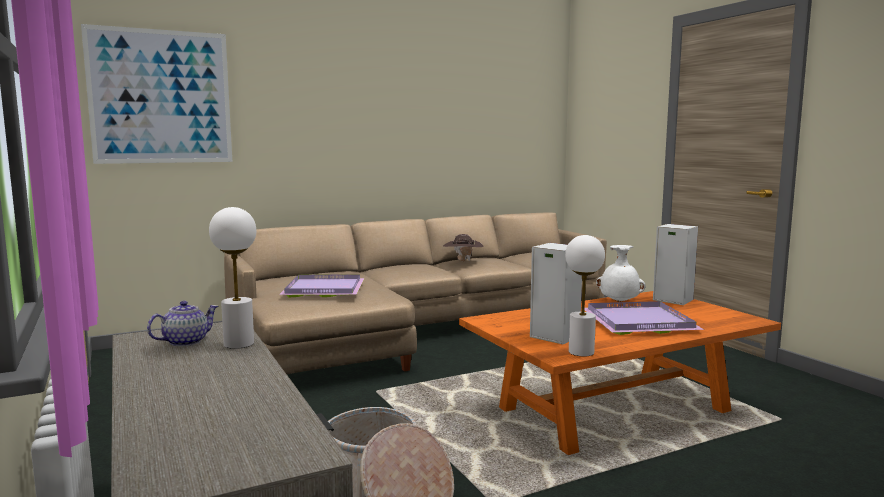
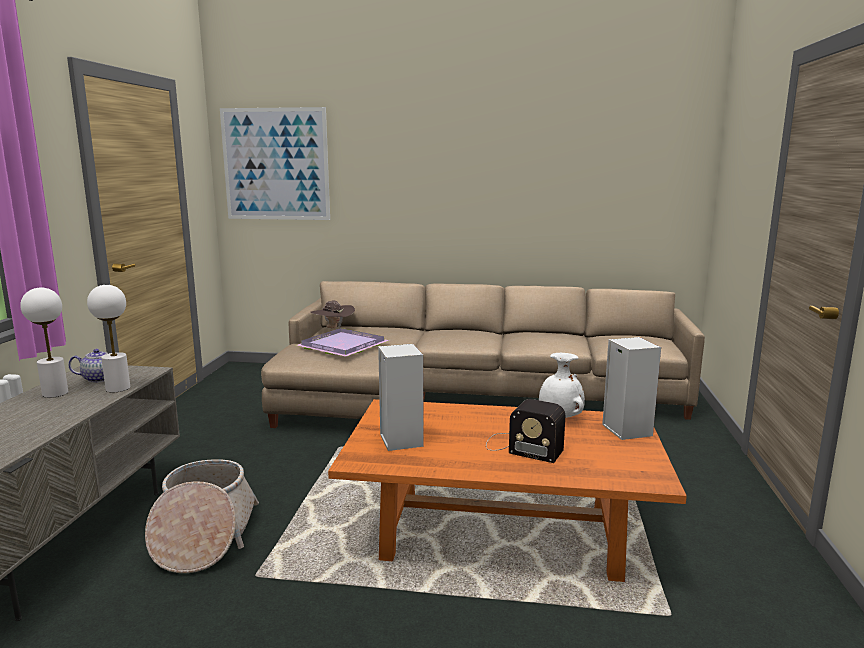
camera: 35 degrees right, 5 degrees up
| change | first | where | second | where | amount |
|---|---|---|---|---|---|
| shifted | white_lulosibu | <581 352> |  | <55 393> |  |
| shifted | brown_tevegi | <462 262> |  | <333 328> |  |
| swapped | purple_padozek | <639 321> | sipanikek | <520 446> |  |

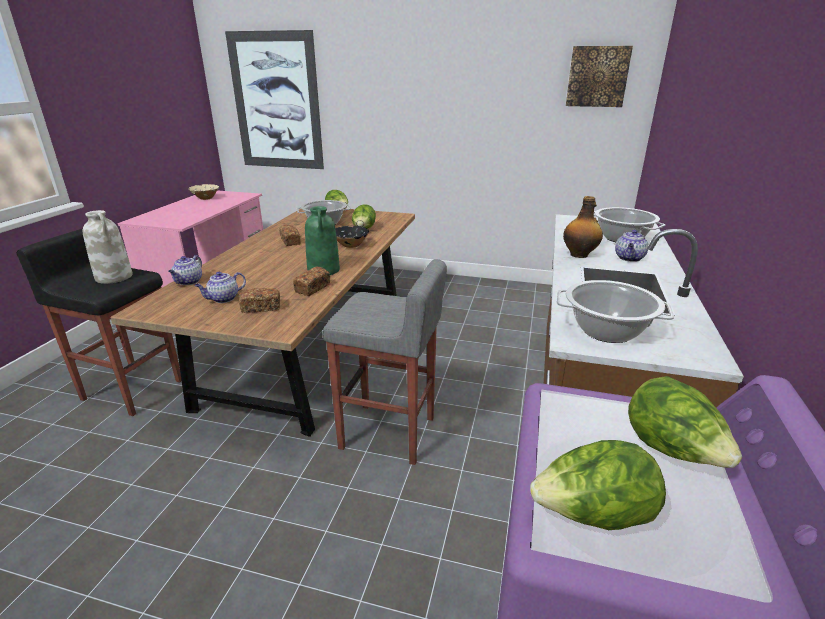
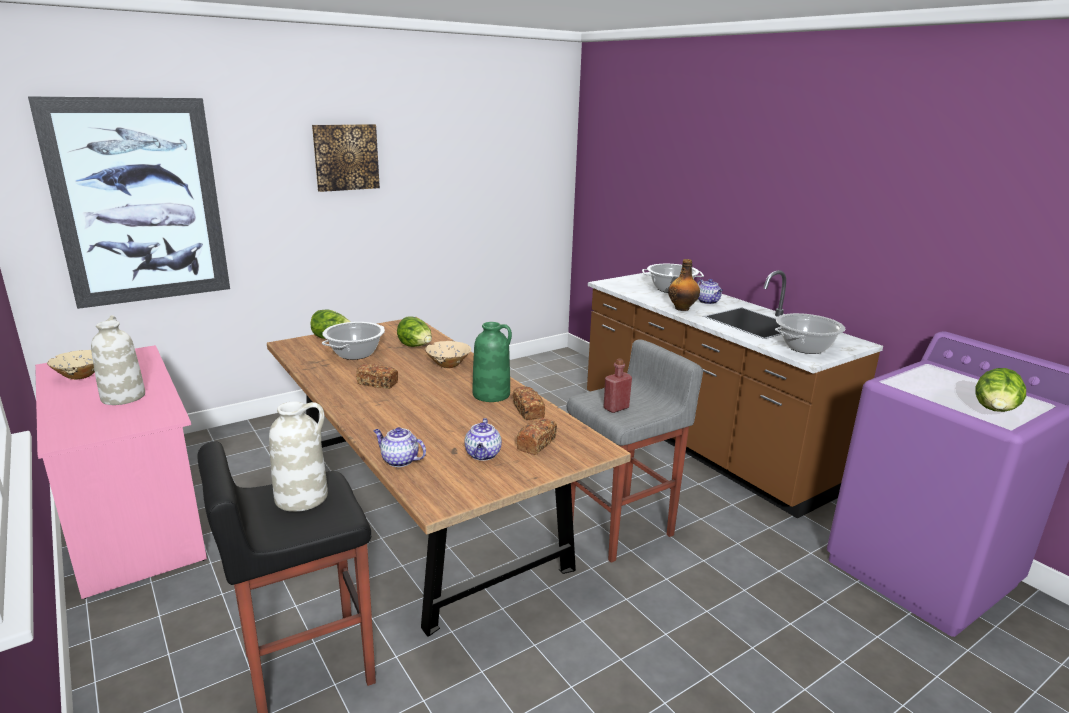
camera: 50 degrees left, 5 degrees down
| change | first | where | second | where | amount |
|---|---|---|---|---|---|
| new |  |  | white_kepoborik | <123 396> |  |
| shifted | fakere | <597 76> |  | <346 157> |  |
| rotated | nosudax | <188 282> |  | <399 460> | 150 degrees clockwise |
| repainted | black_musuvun | <351 245> | beige_musuvun | <448 365> |  |
| new |  |  | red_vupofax | <616 408> |  |
| gone | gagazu | <672 451> |  |  |  |

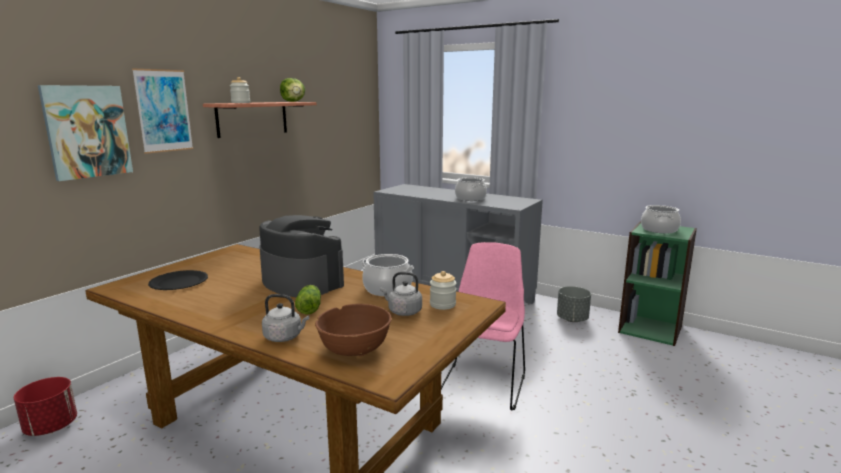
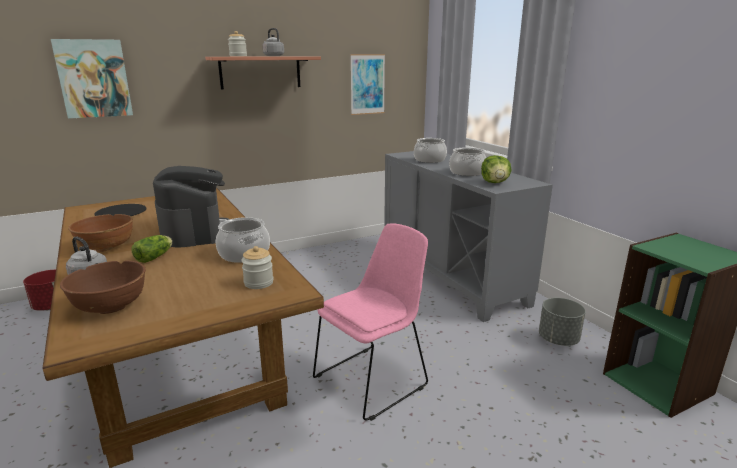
camera: 30 degrees right, 5 degrees up
| change | first | where | second | where | amount |
|---|---|---|---|---|---|
| new |  |  | brown_musuvun | <106 247> |  |
| shifted | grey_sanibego | <403 311> |  | <273 56> |  |
| shifted | fakere | <163 111> |  | <367 84> |  |
| shifted | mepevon | <659 230> |  | <429 160> |  |
| shifted | gagazu | <293 101> |  | <495 183> |  |

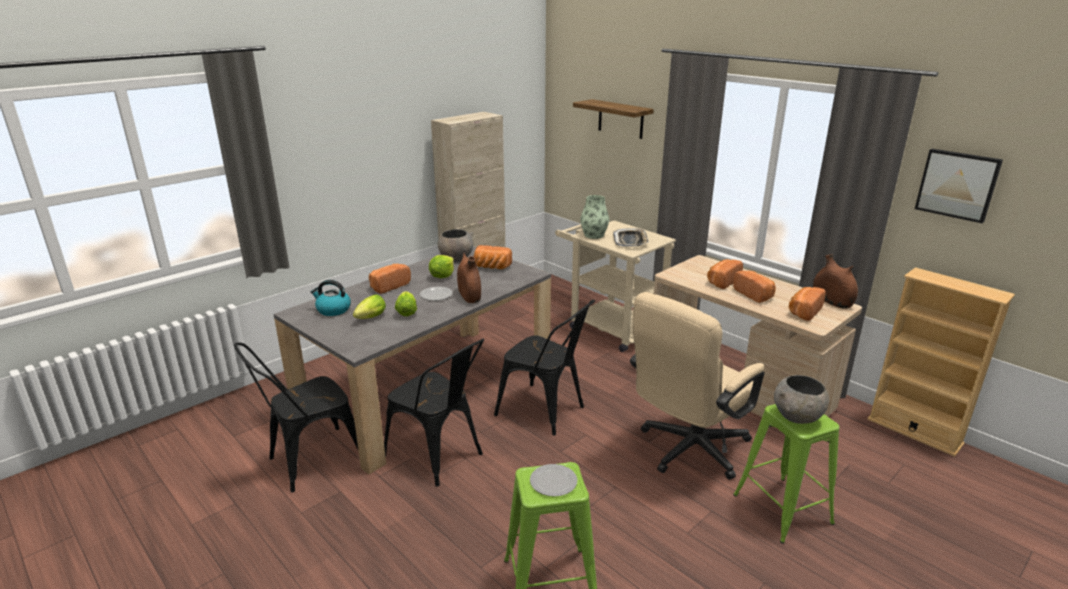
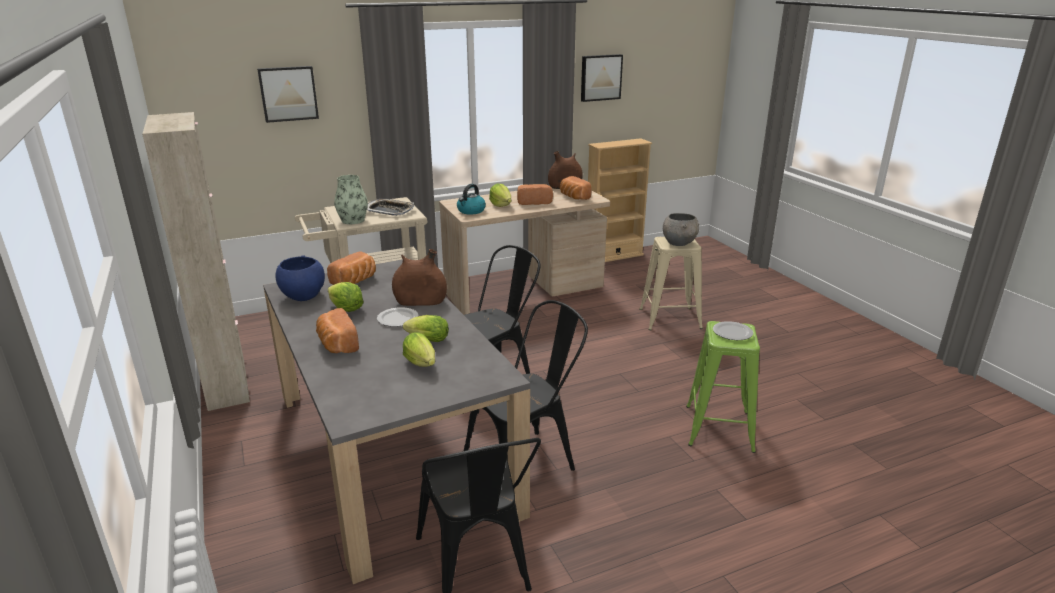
camera: 70 degrees left, 0 degrees up
| change | first | where | second | where | amount |
|---|---|---|---|---|---|
| swapped | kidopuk | <620 119> | fakere | <288 93> |  |
| repainted | grey_musuvun | <456 258> | blue_musuvun | <303 296> |  |
| shifted | sanibego | <333 310> |  | <471 211> |  |
| swapped | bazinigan | <722 281> | gagazu | <501 205> |  |
| repainted | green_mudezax | <782 508> | beige_mudezax | <669 318> |  |
| gone | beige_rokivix | <687 451> |  |  |  |

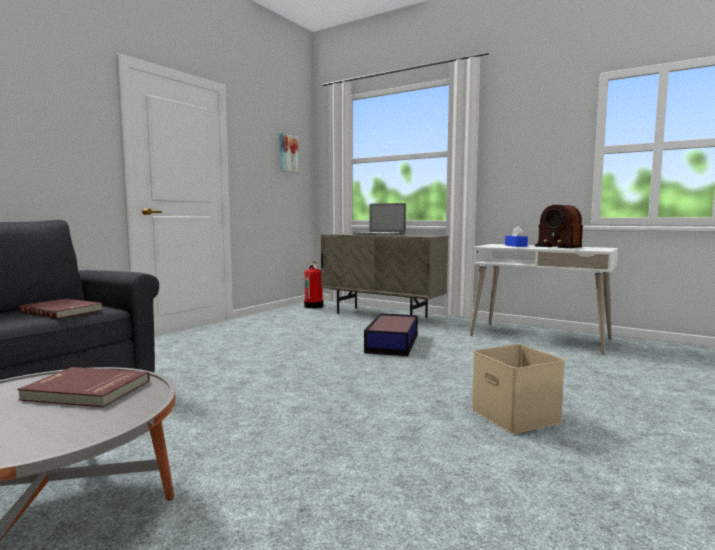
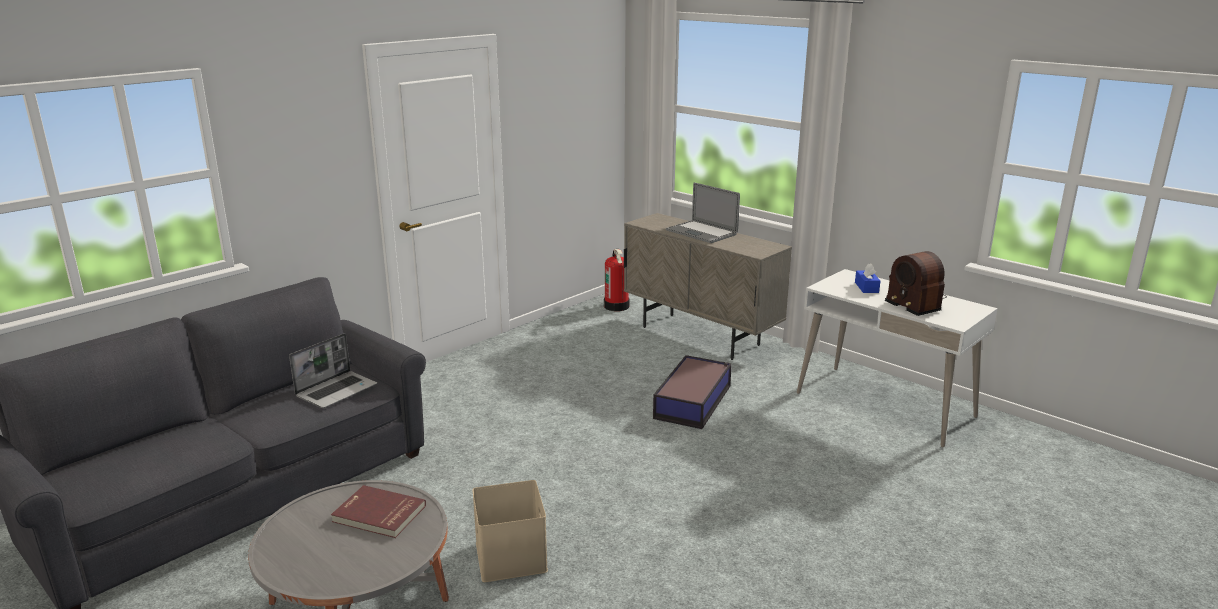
camera: 10 degrees right, 15 degrees up
| change | first | where | second | where | amount |
|---|---|---|---|---|---|
| swapped | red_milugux | <63 311> | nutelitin | <337 390> |  |
| shifted | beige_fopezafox | <512 415> |  | <509 556> |  |
| gone | fakere | <287 153> |  |  |  |

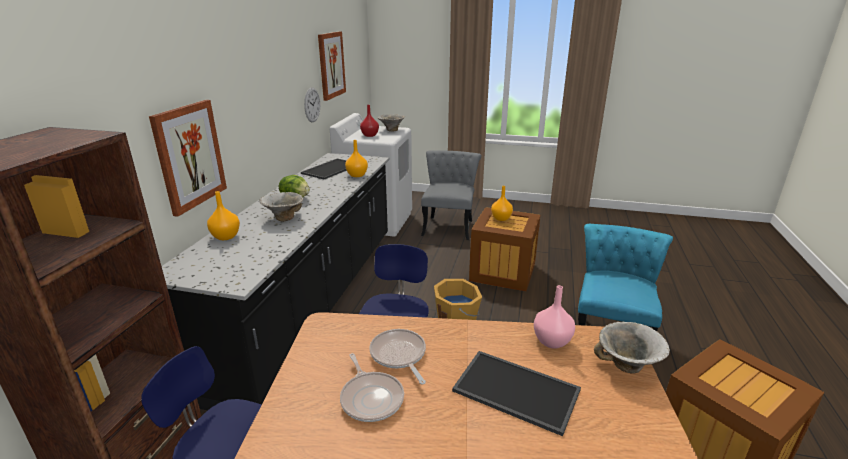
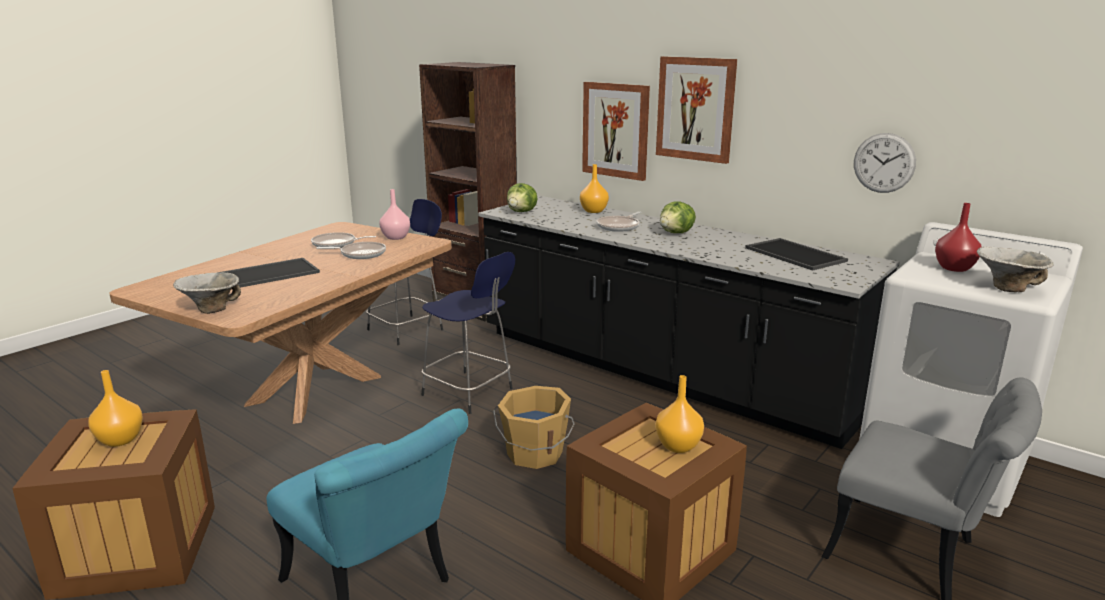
camera: 115 degrees right, 5 degrees down
| change | first | where | second | where | amount |
|---|---|---|---|---|---|
| shifted | orange_kepoborik | <356 175> |  | <121 440> |  |
| shifted | pink_kepoborik | <551 342> |  | <395 237> |  |
| new |  |  | gagazu | <522 212> |  |
| swapped | musuvun | <284 218> | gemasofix | <619 226> |  |
| shifted | fakere | <331 65> |  | <695 109> |  |

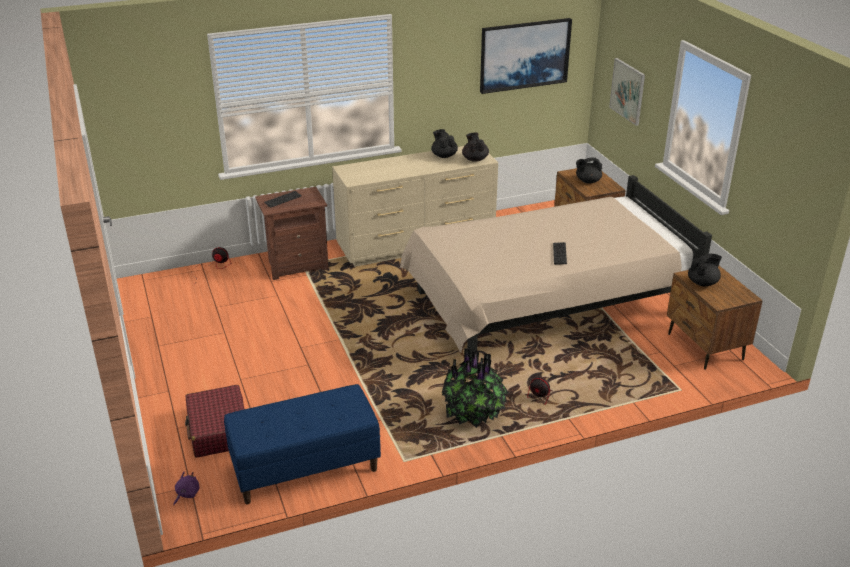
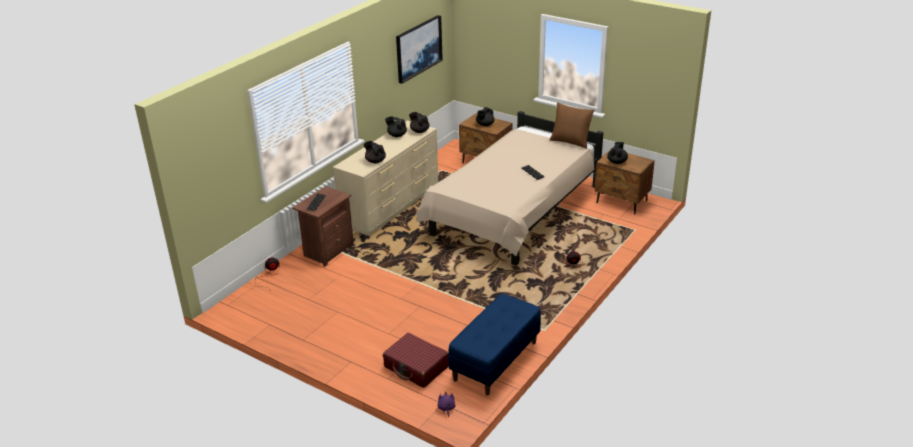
camera: 35 degrees left, 0 degrees up
| change | first | where | second | where | amount |
|---|---|---|---|---|---|
| new |  |  | black_nosudax | <375 161> |  |
| new |  |  | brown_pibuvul | <570 141> |  |
| gone | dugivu | <474 415> |  |  |  |
| gone | fakere | <627 91> |  |  |  |

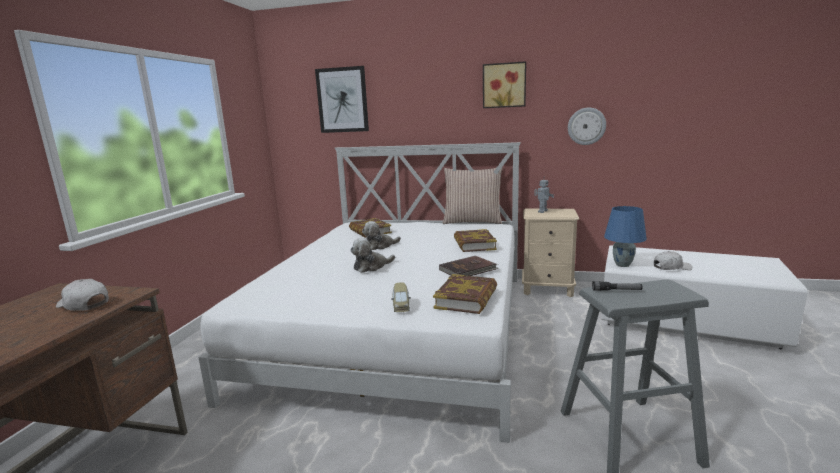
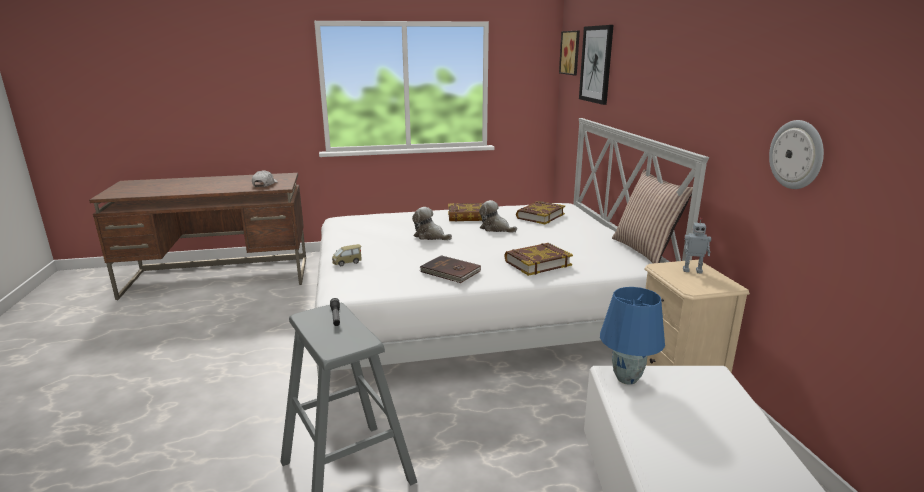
camera: 65 degrees right, 5 degrees up
| change | first | where | second | where | amount |
|---|---|---|---|---|---|
| shifted | milugux | <466 299> |  | <469 216> |  |
| shifted | fakere | <504 85> |  | <571 52> |  |
| gone | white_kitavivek | <671 267> |  |  |  |

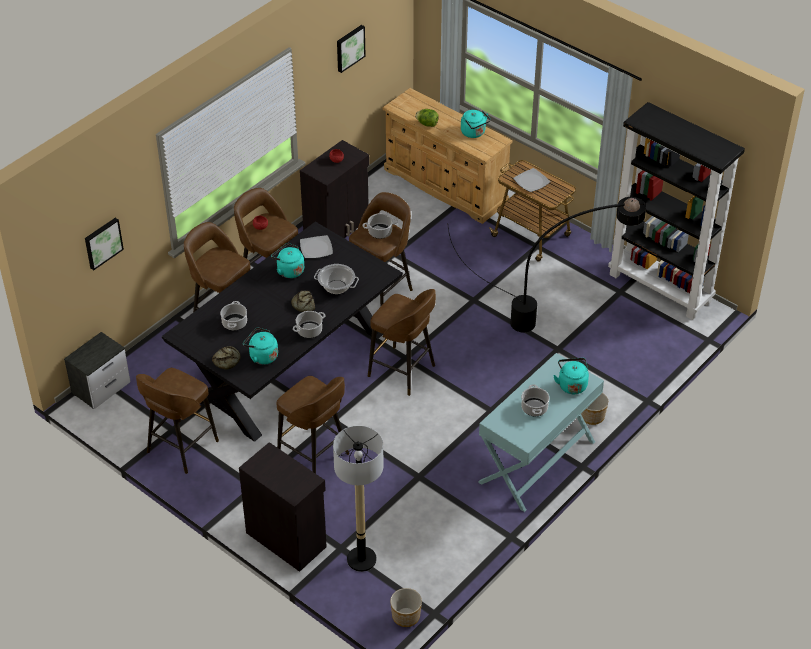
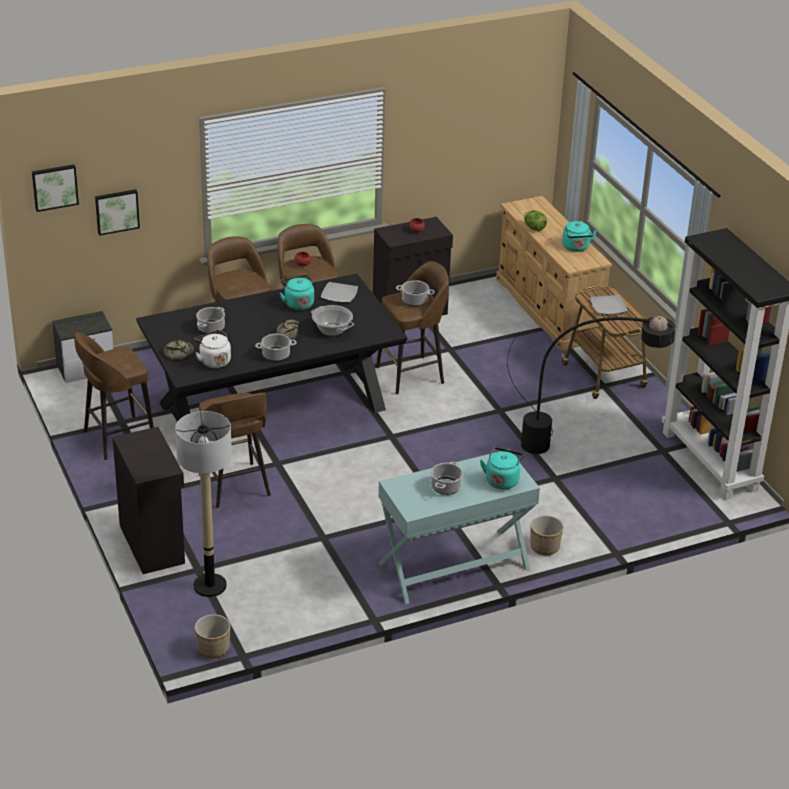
camera: 25 degrees right, 10 degrees down
| change | first | where | second | where | amount |
|---|---|---|---|---|---|
| shifted | fakere | <349 48> |  | <54 187> |  |
| repainted | turquoise_sanibego | <262 356> | white_sanibego | <213 361> |  |
| gone | brown_mudezax | <403 372> |  |  |  |

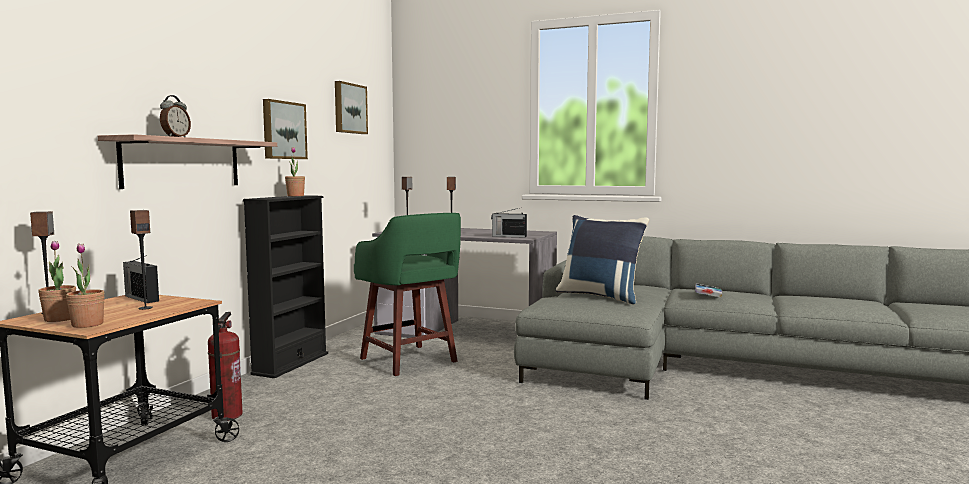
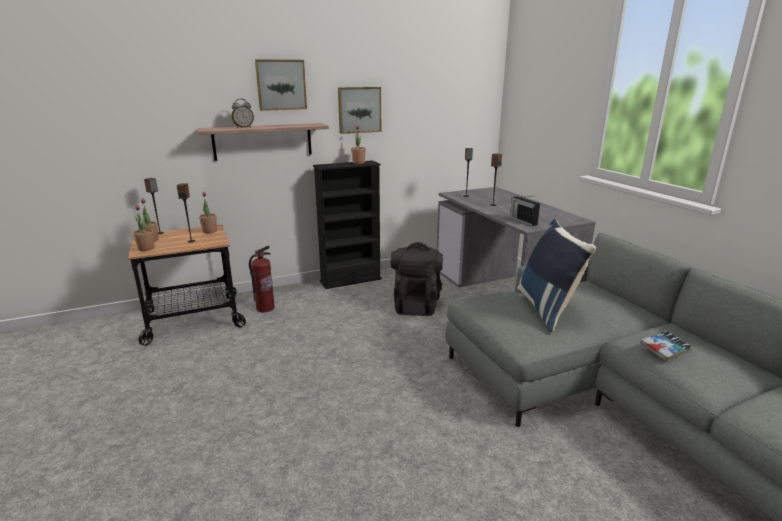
camera: 45 degrees right, 15 degrees up
| change | first | where | second | where | amount |
|---|---|---|---|---|---|
| swapped | sipanikek | <141 298> | dugivu | <209 231> |  |
| shifted | fakere | <349 108> |  | <281 85> |  |
| swapped | green_mudezax | <410 361> | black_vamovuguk | <416 305> |  |

